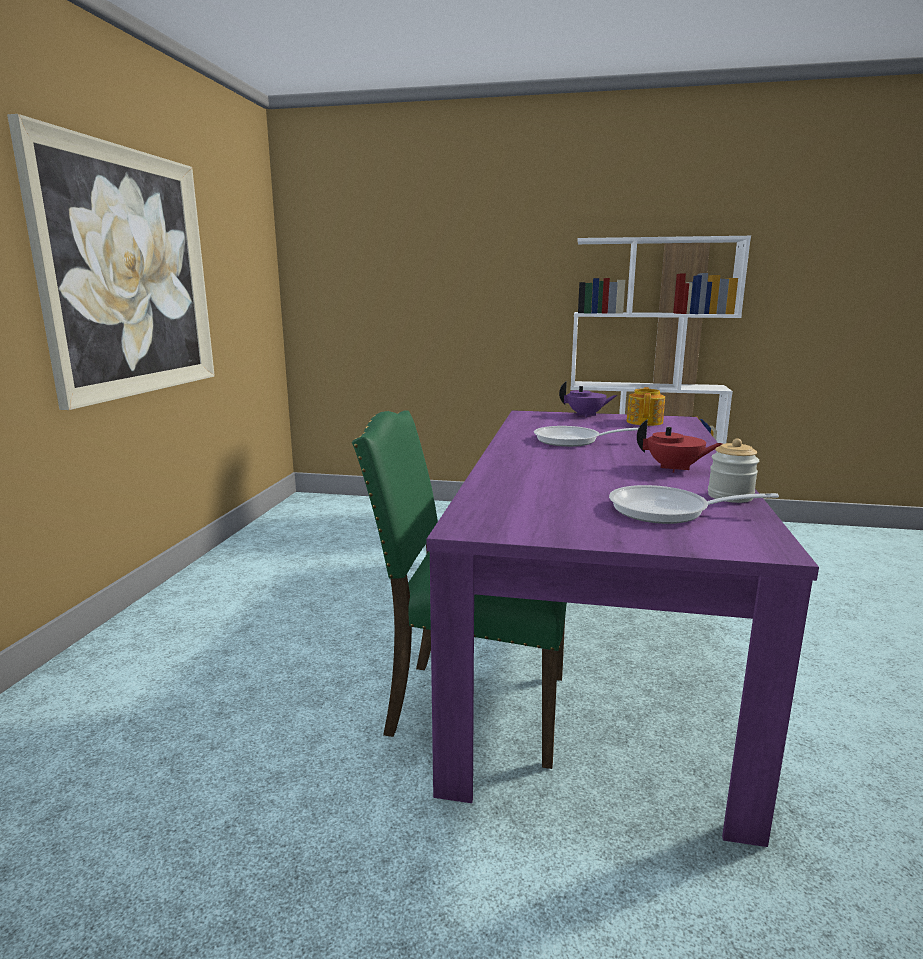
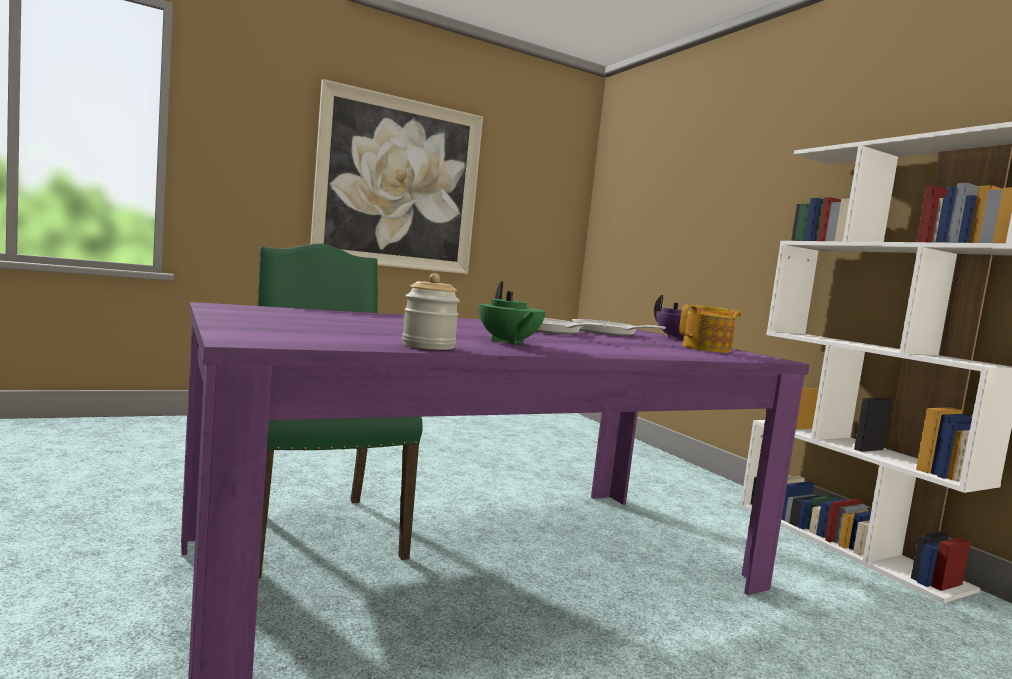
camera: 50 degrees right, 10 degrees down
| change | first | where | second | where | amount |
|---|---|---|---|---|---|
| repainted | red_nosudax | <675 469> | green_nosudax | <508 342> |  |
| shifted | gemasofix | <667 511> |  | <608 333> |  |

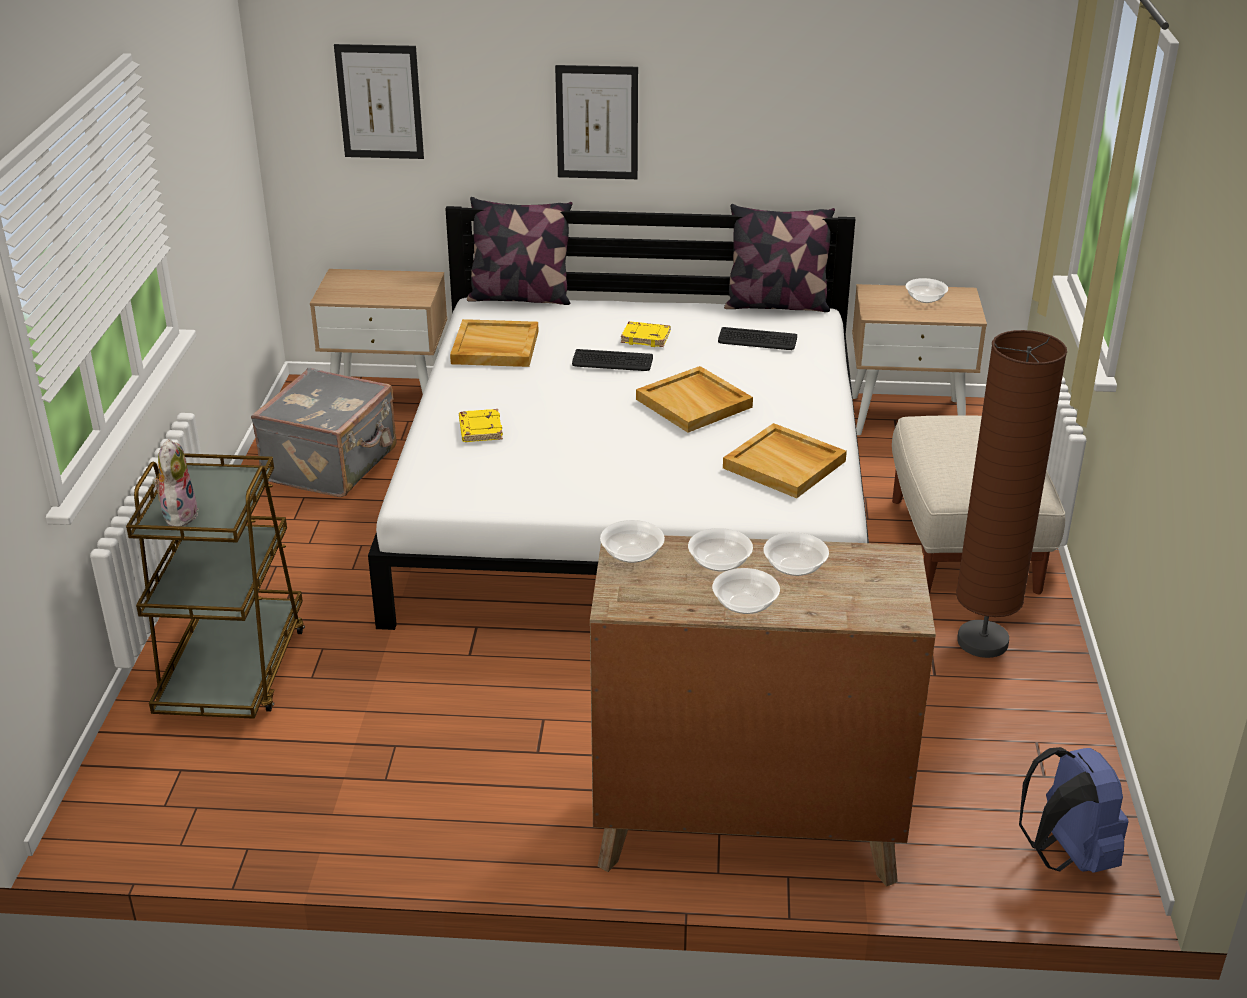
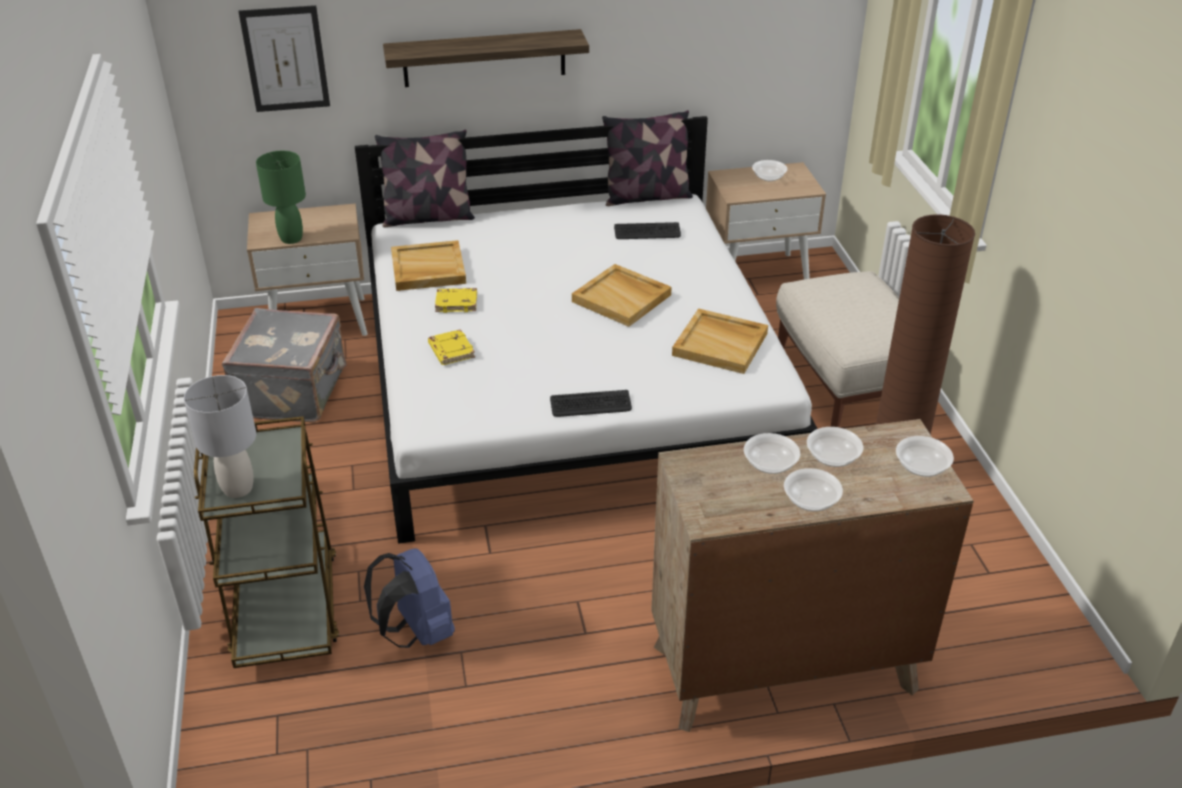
camera: 15 degrees left, 5 degrees up
| change | first | where | second | where | amount |
|---|---|---|---|---|---|
| swapped | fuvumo | <178 514> | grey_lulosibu | <238 488> |  |
| new |  |  | green_lulosibu | <291 238> |  |
| shifted | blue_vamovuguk | <1066 855> |  | <416 632> |  |
| swapped | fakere | <597 122> | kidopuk | <484 58> |  |
| shifted | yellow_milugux | <646 338> |  | <457 303> |  |
| shifted | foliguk | <612 362> |  | <590 405> |  |
| shifted | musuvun | <632 554> |  | <922 467> |  |

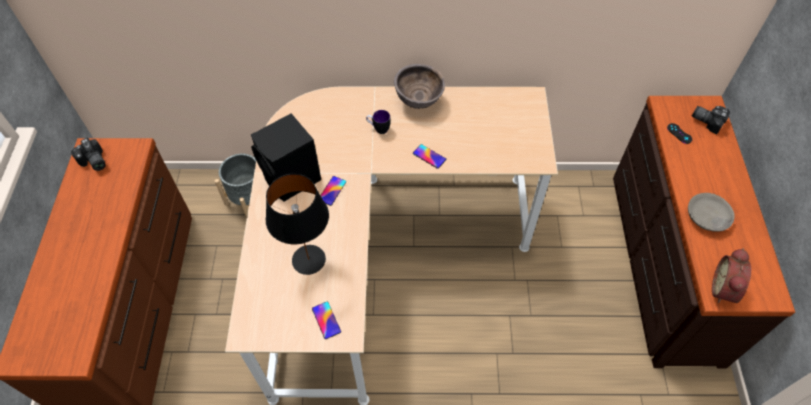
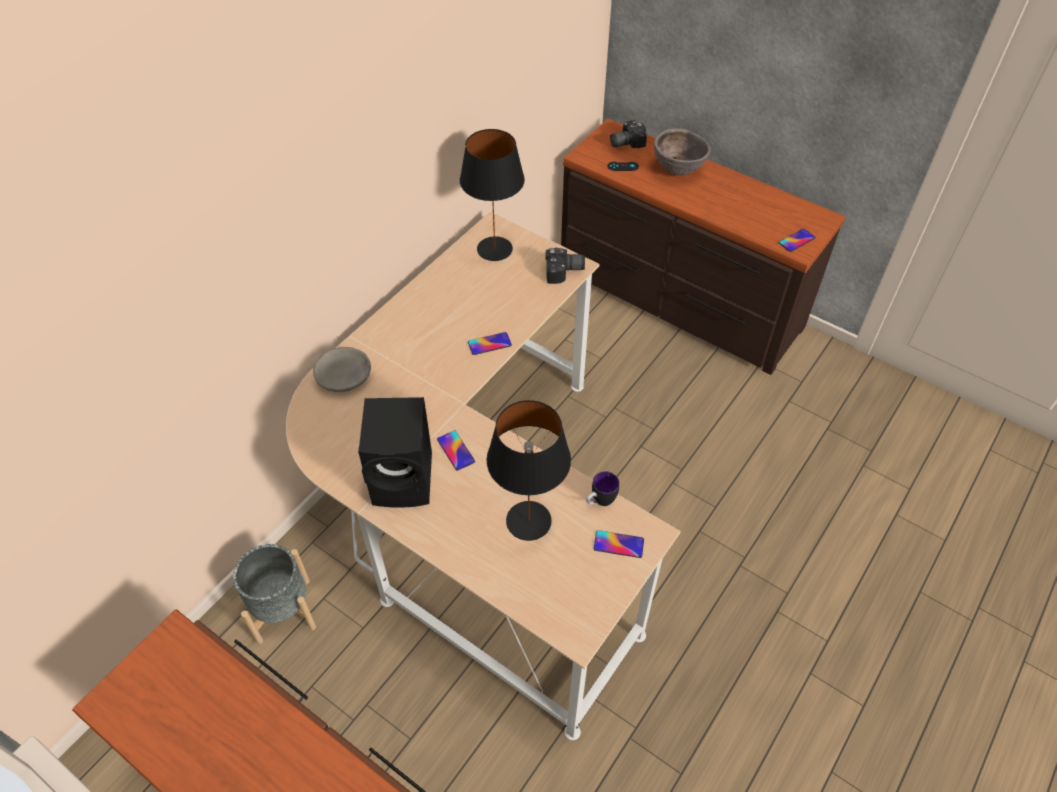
camera: 55 degrees left, 5 degrees down
| change | first | where | second | where | amount |
|---|---|---|---|---|---|
| shifted | grey_musuvun | <707 217> |  | <344 376> |  |
| new |  |  | black_lulosibu | <494 248> |  |
| shifted | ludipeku | <93 162> |  | <564 272> |  |
| shifted | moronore | <378 129> |  | <600 502> |  |
| shifted | brown_musuvun | <419 102> |  | <678 171> |  |
| swapped | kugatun | <725 289> | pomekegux | <796 240> |  |

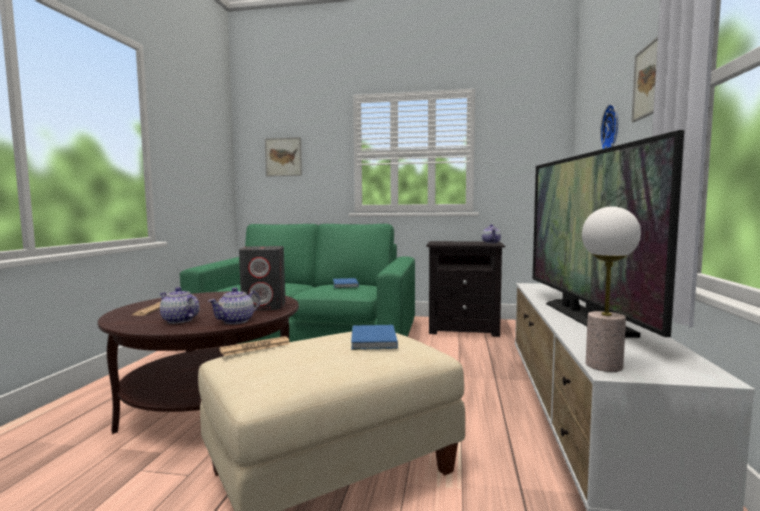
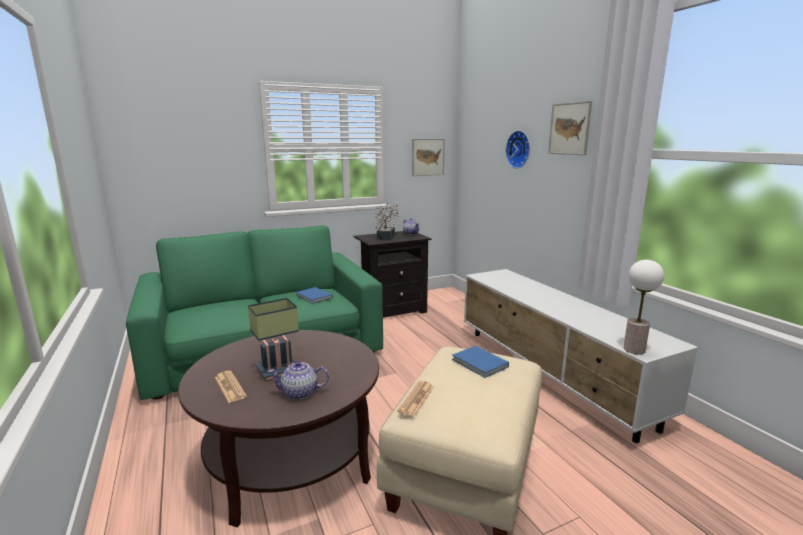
camera: 35 degrees left, 10 degrees up
| change | first | where | second | where | amount |
|---|---|---|---|---|---|
| new |  |  | lulosibu | <278 369> |  |
| new |  |  | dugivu | <386 236> |  |
| shifted | fakere | <283 157> |  | <428 157> |  |
| gone | nosudax | <236 321> |  |  |  |
| gone | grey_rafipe | <264 306> |  |  |  |
| gone | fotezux | <584 317> |  |  |  |

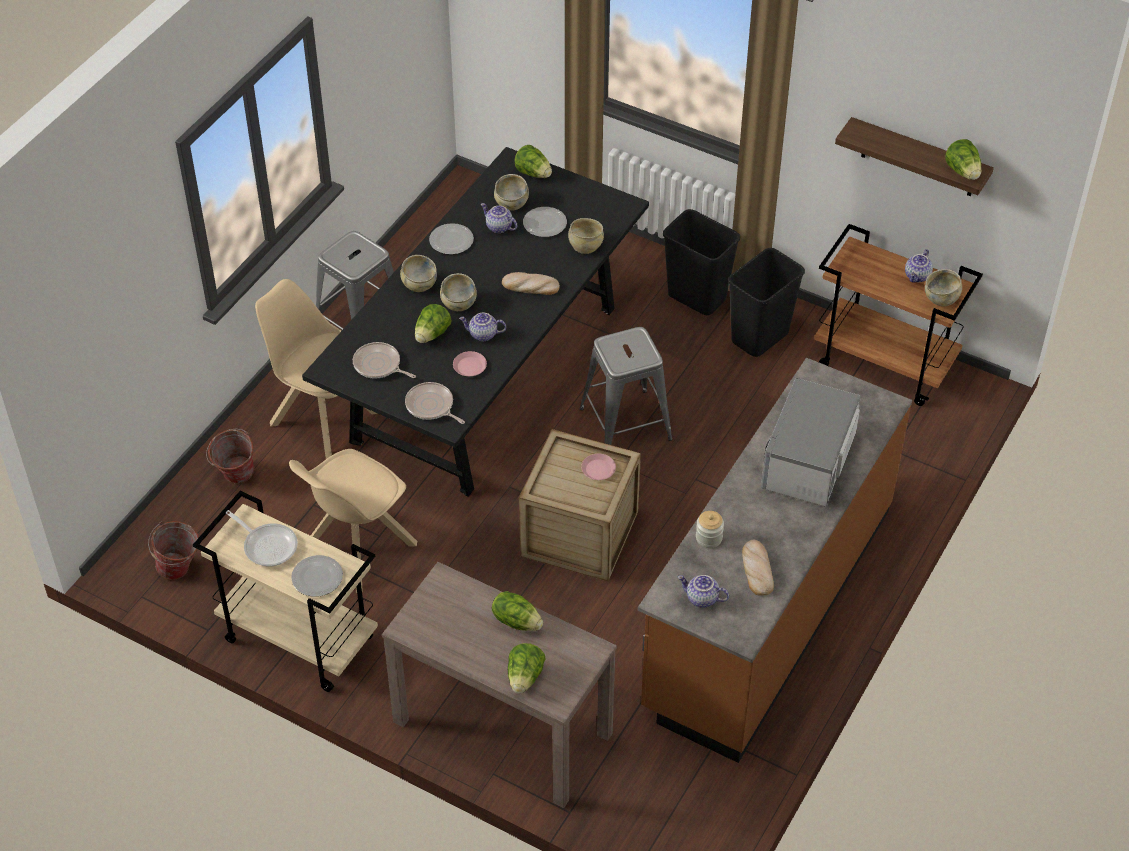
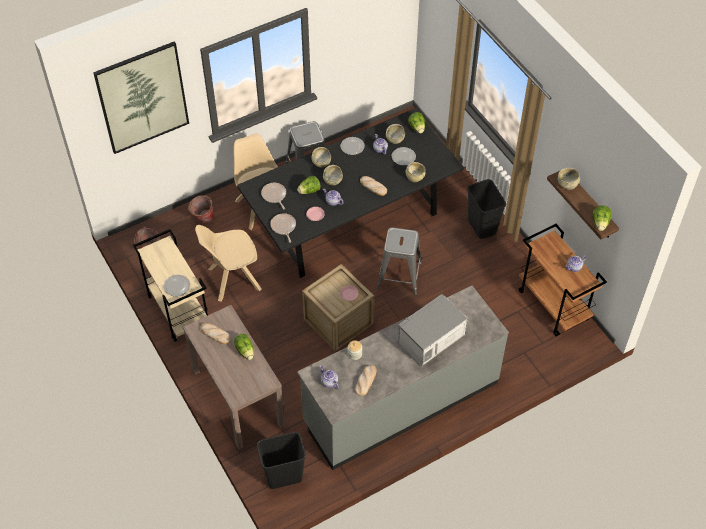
camera: 30 degrees right, 5 degrees up
| change | first | where | second | where | amount |
|---|---|---|---|---|---|
| new |  |  | fakere | <142 98> |  |
| new |  |  | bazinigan | <215 334> |  |
| shifted | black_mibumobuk | <760 338> |  | <283 476> |  |
| repainted | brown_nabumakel | <766 608> | grey_nabumakel | <400 402> |  |
| shifted | beige_musuvun | <941 298> |  | <567 184> |  |
| gone | gemasofix | <267 545> |  |  |  |
| gone | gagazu | <525 677> |  |  |  |

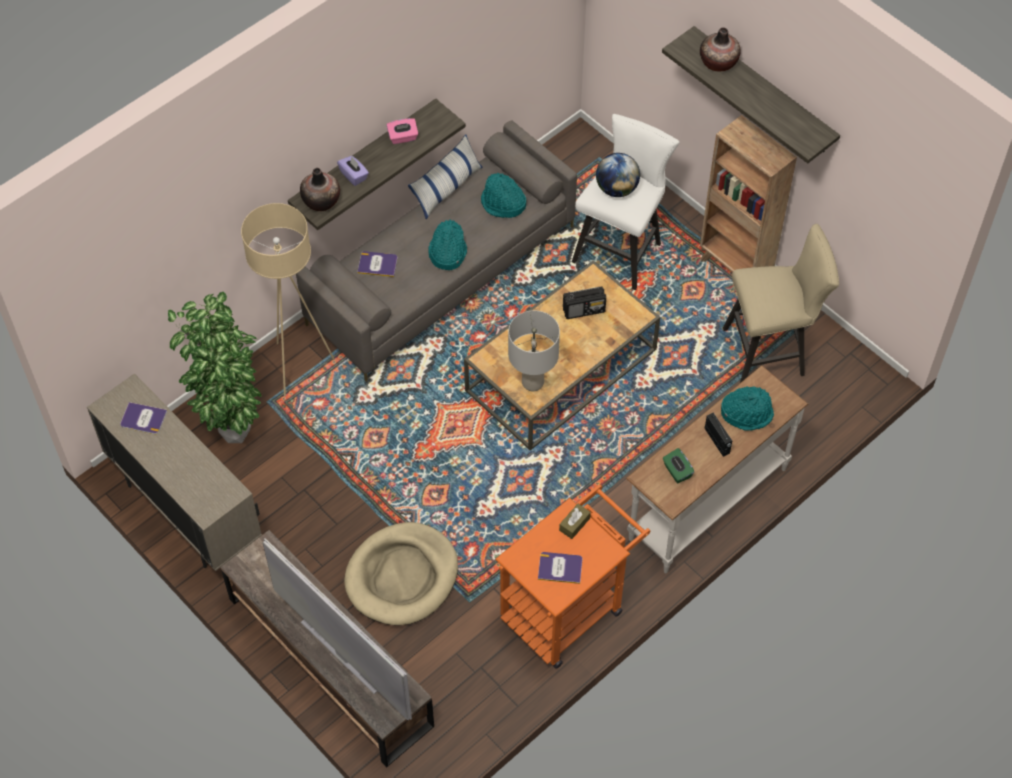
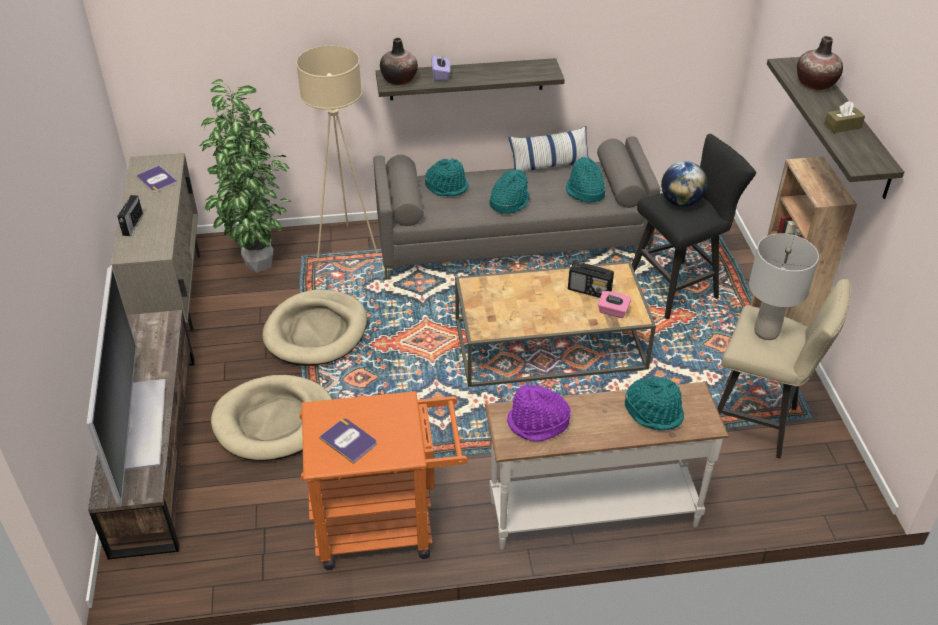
camera: 35 degrees right, 15 degrees down
| change | first | where | second | where | amount |
|---|---|---|---|---|---|
| shifted | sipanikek | <717 441> |  | <132 225> |  |
| new |  |  | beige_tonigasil | <316 331> |  |
| swapped | milugux | <377 264> | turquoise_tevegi | <447 187> |  |
| swapped | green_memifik | <677 471> | purple_tevegi | <538 423> |  |
| shifted | pink_memifik | <403 137> |  | <613 311> |  |
| repainted | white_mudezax | <621 249> | black_mudezax | <678 287> |  |
| shifted | grey_lulosibu | <532 382> |  | <766 331> |  |
| shifted | brown_memifik | <574 524> |  | <842 126> |  |

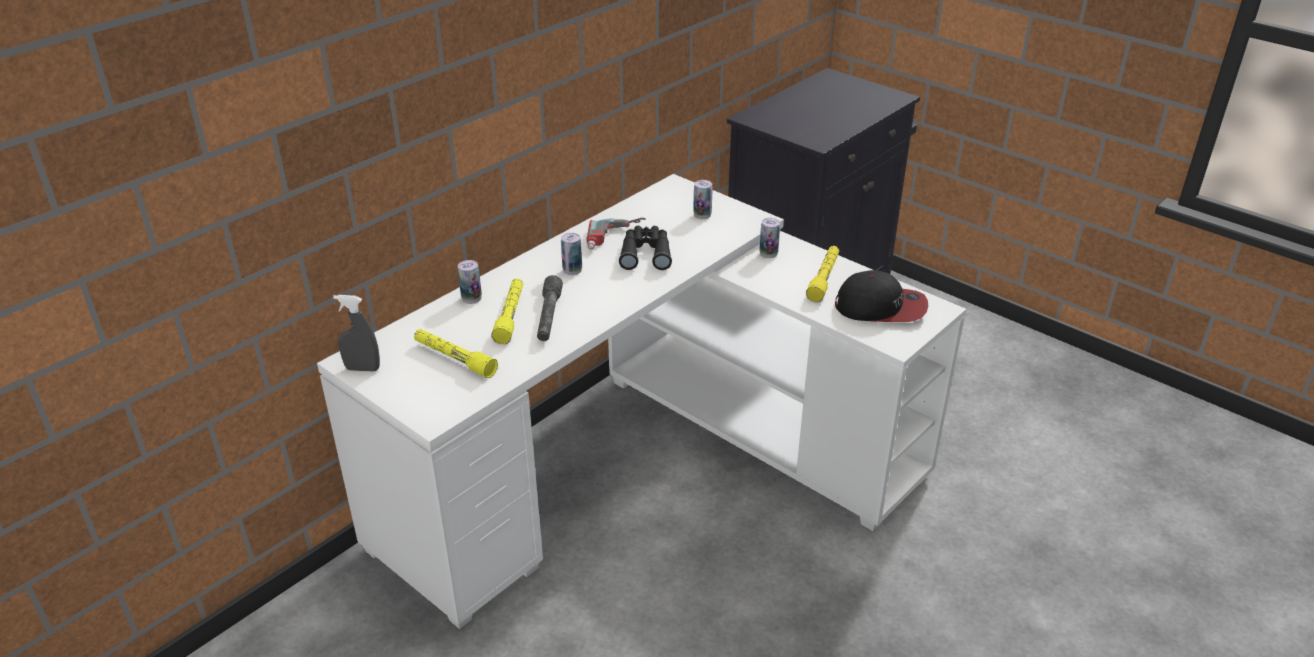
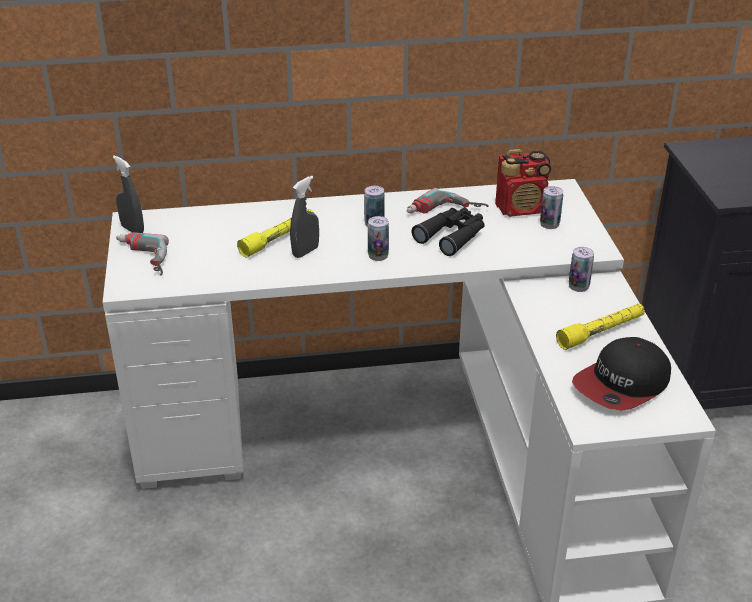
camera: 40 degrees right, 0 degrees up
| change | first | where | second | where | amount |
|---|---|---|---|---|---|
| new |  |  | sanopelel | <140 260> |  |
| swapped | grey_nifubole | <549 316> | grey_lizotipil | <305 252> |  |
| shifted | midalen | <471 298> |  | <378 255> |  |
| new |  |  | sipanikek | <521 209> |  |
| rotated | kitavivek | <881 307> |  | <622 384> | 90 degrees clockwise |
| gone | yellow_nifubole | <454 359> |  |  |  |

